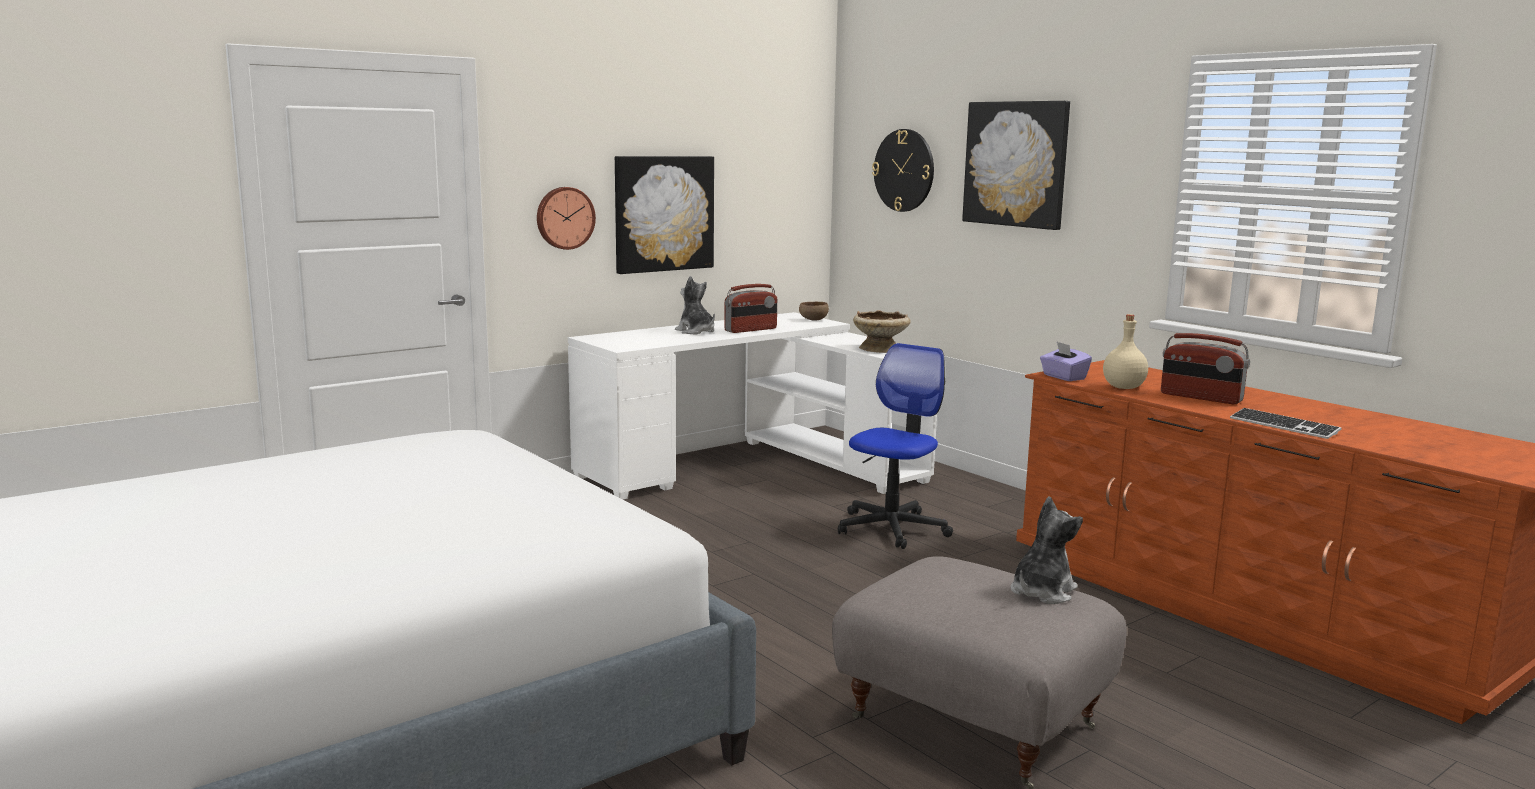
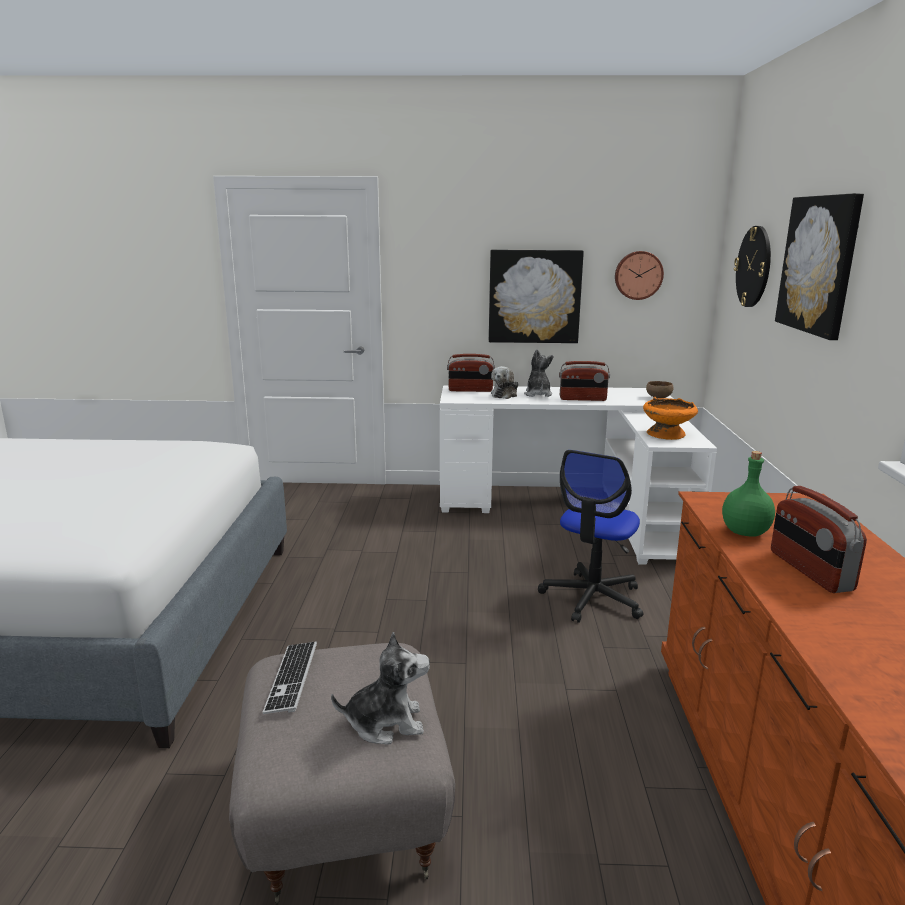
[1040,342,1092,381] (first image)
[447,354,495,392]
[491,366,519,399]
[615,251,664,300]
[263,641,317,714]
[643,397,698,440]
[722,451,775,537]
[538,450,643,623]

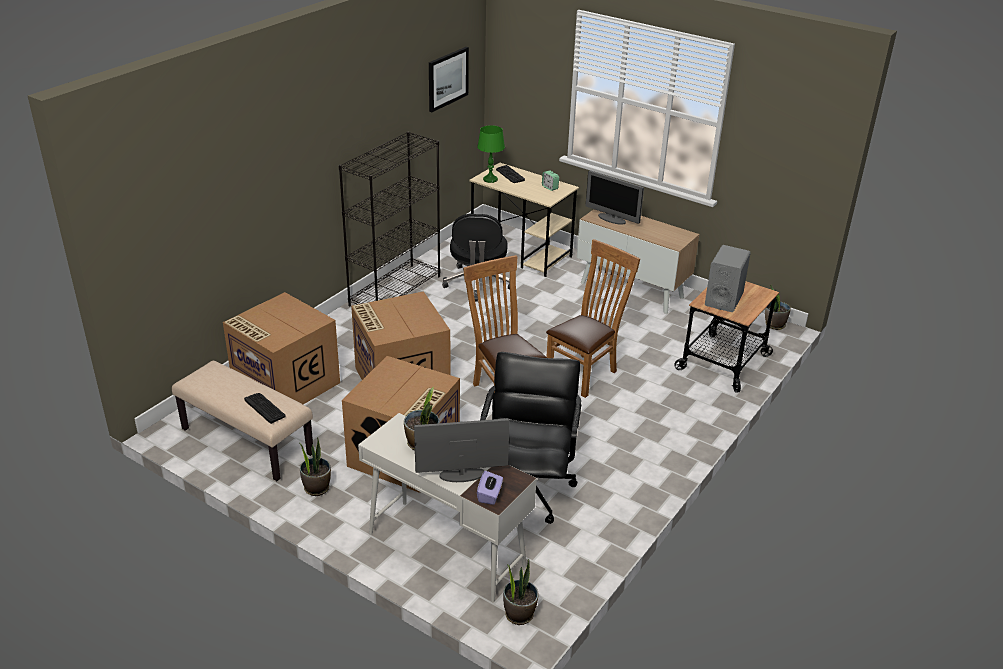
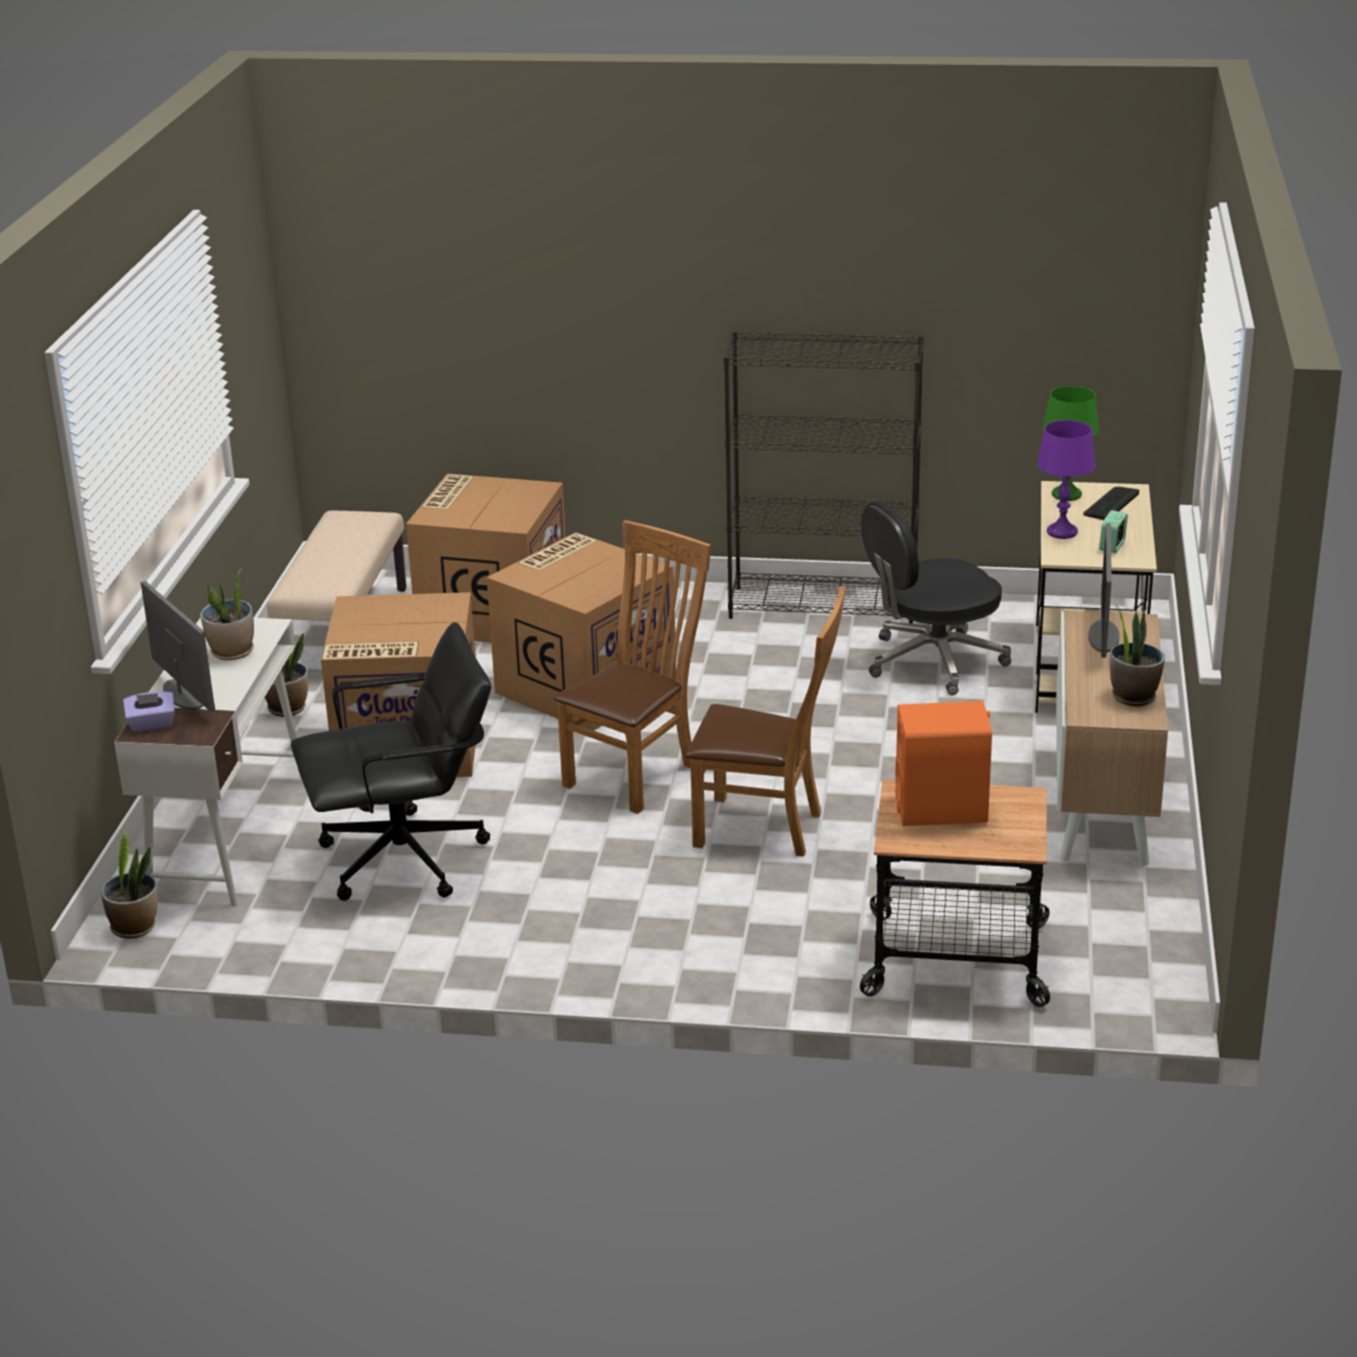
[244,393,286,424] (first image)
[429,47,469,112] (first image)
[1037,420,1096,539]
[1109,601,1165,707]
[895,701,992,826]

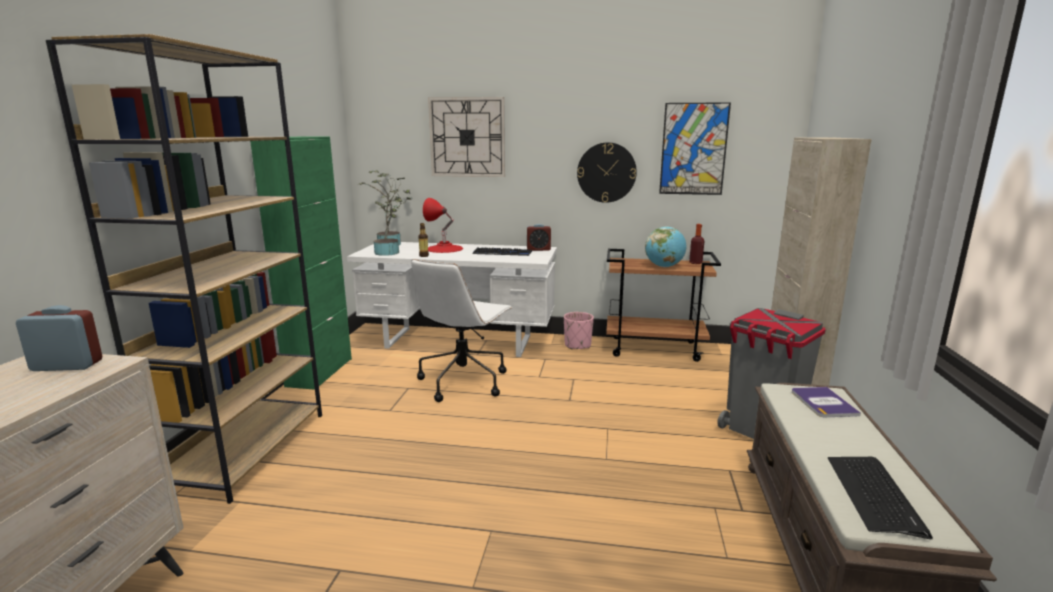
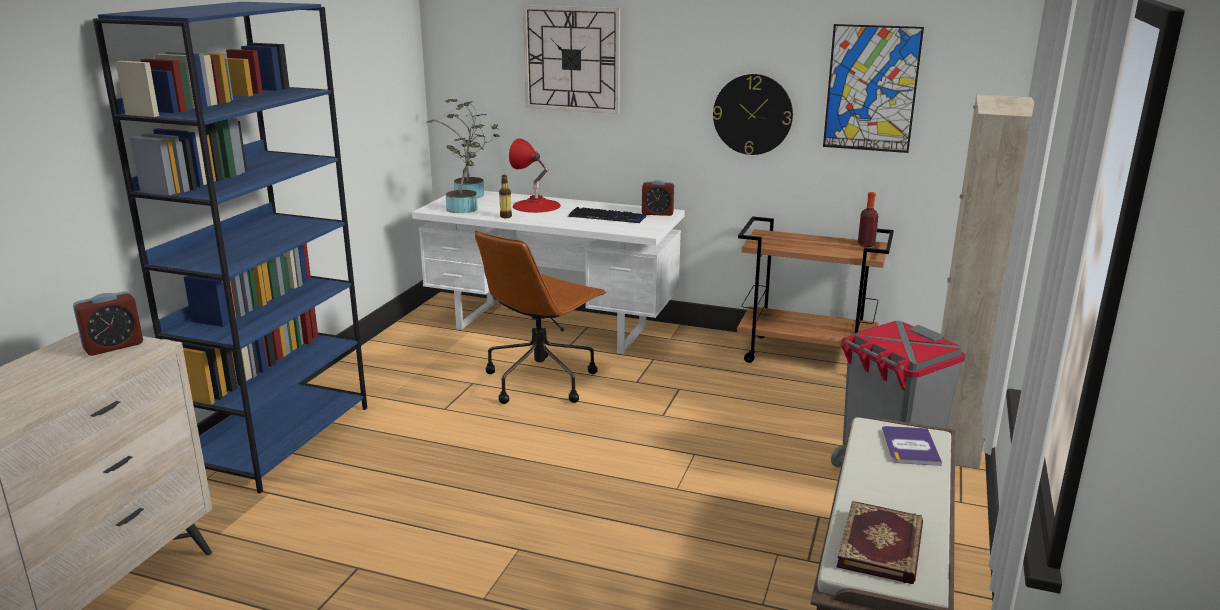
[250,137,352,390] (first image)
[564,312,594,350] (first image)
[645,226,686,267] (first image)
[837,501,923,584]
[93,2,367,494]
[475,230,607,404]
[73,291,143,356]

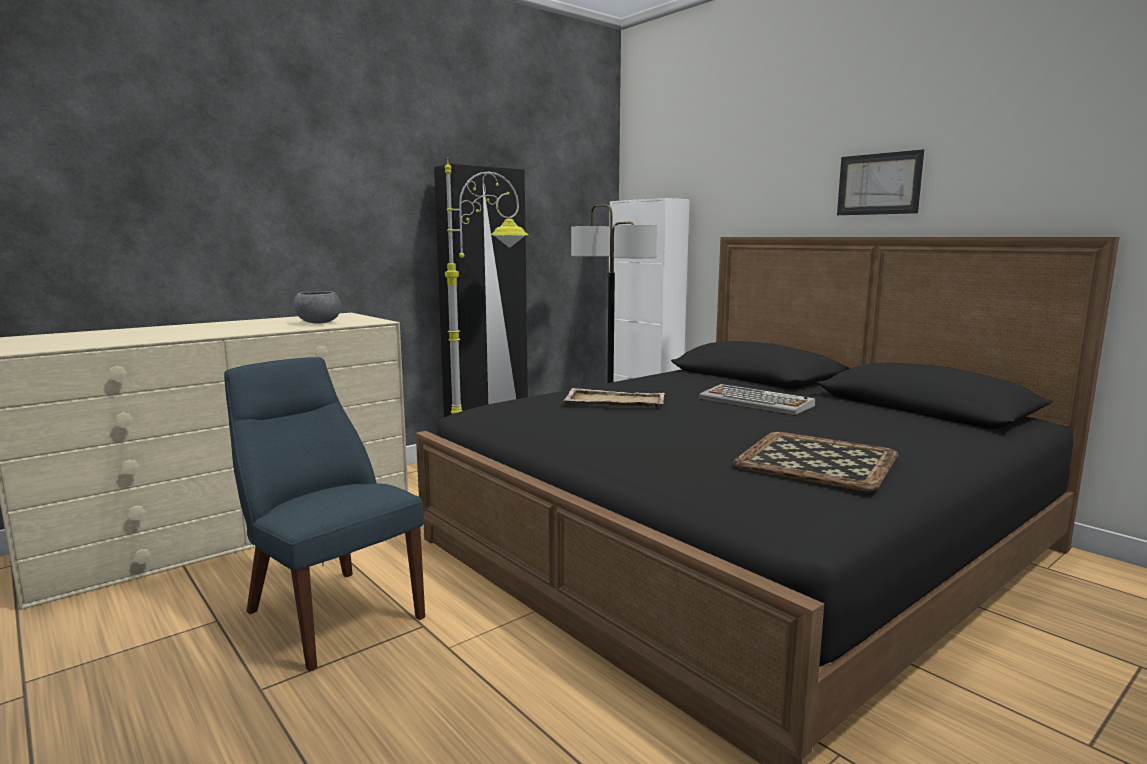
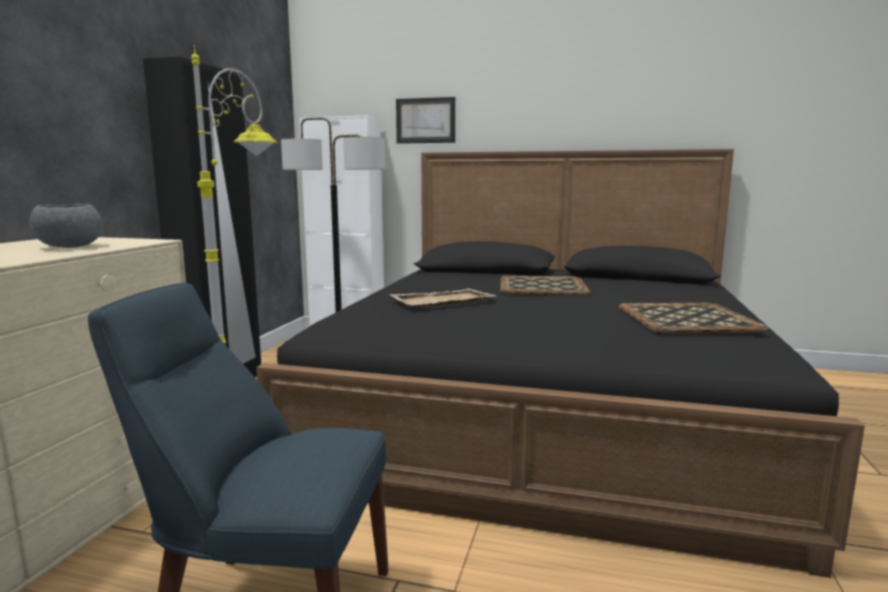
[396,97,455,144]
[500,276,591,296]

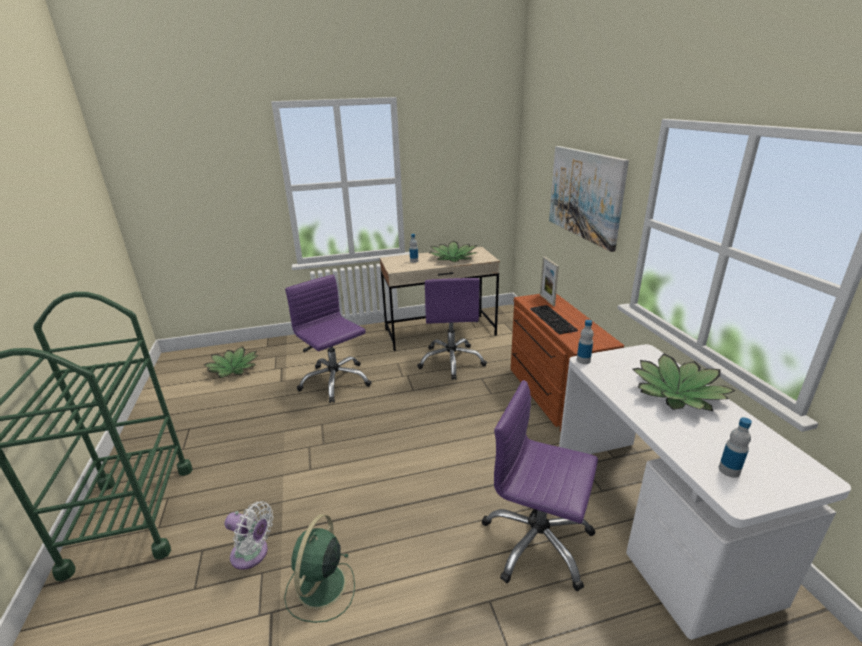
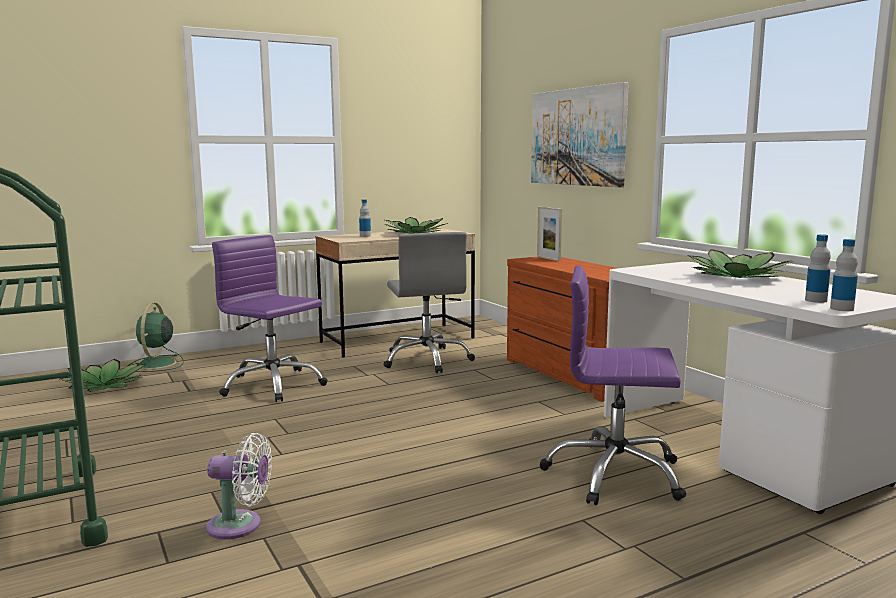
[530,305,578,335] (first image)
[129,303,184,372]
[830,239,858,311]
[384,232,475,373]

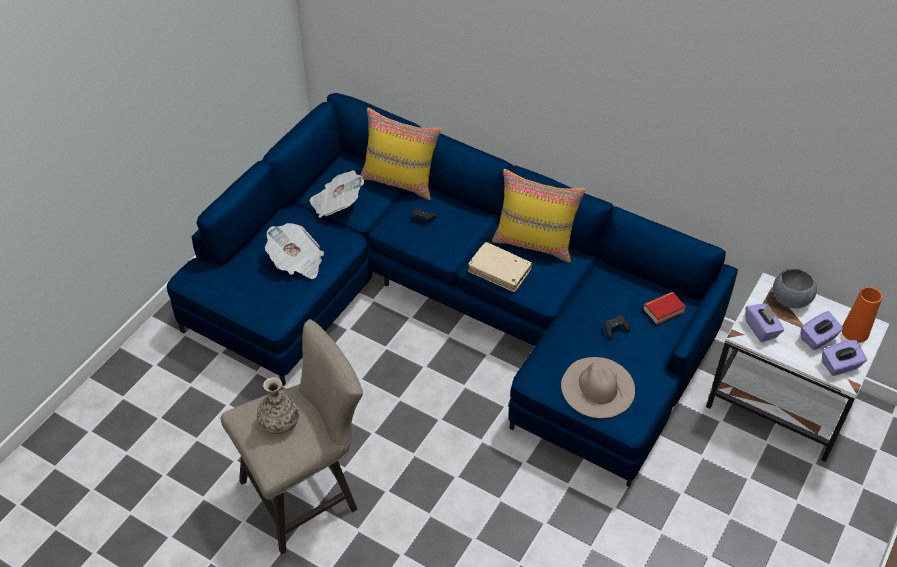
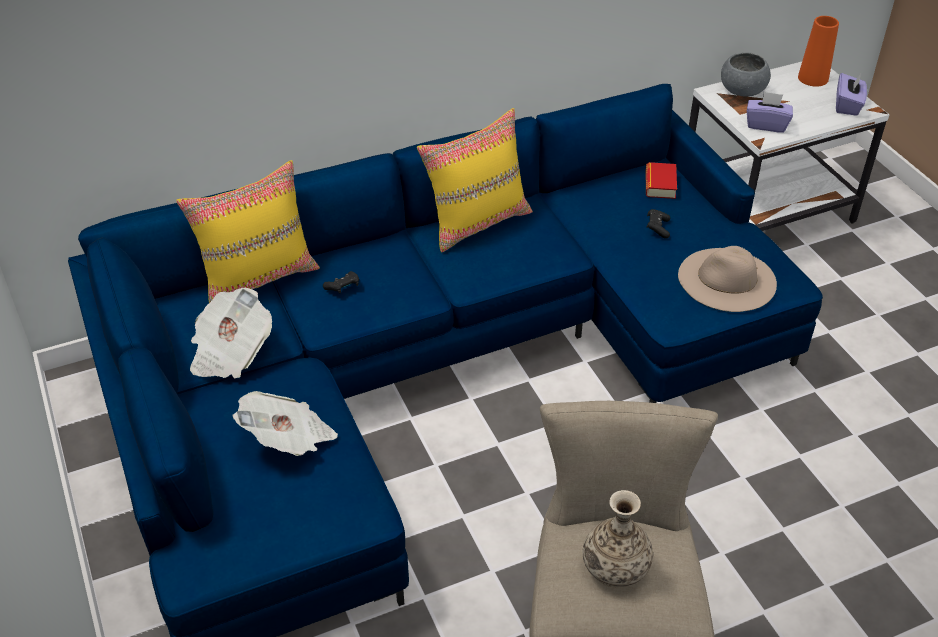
[468,242,532,292] (first image)
[801,311,843,350] (first image)

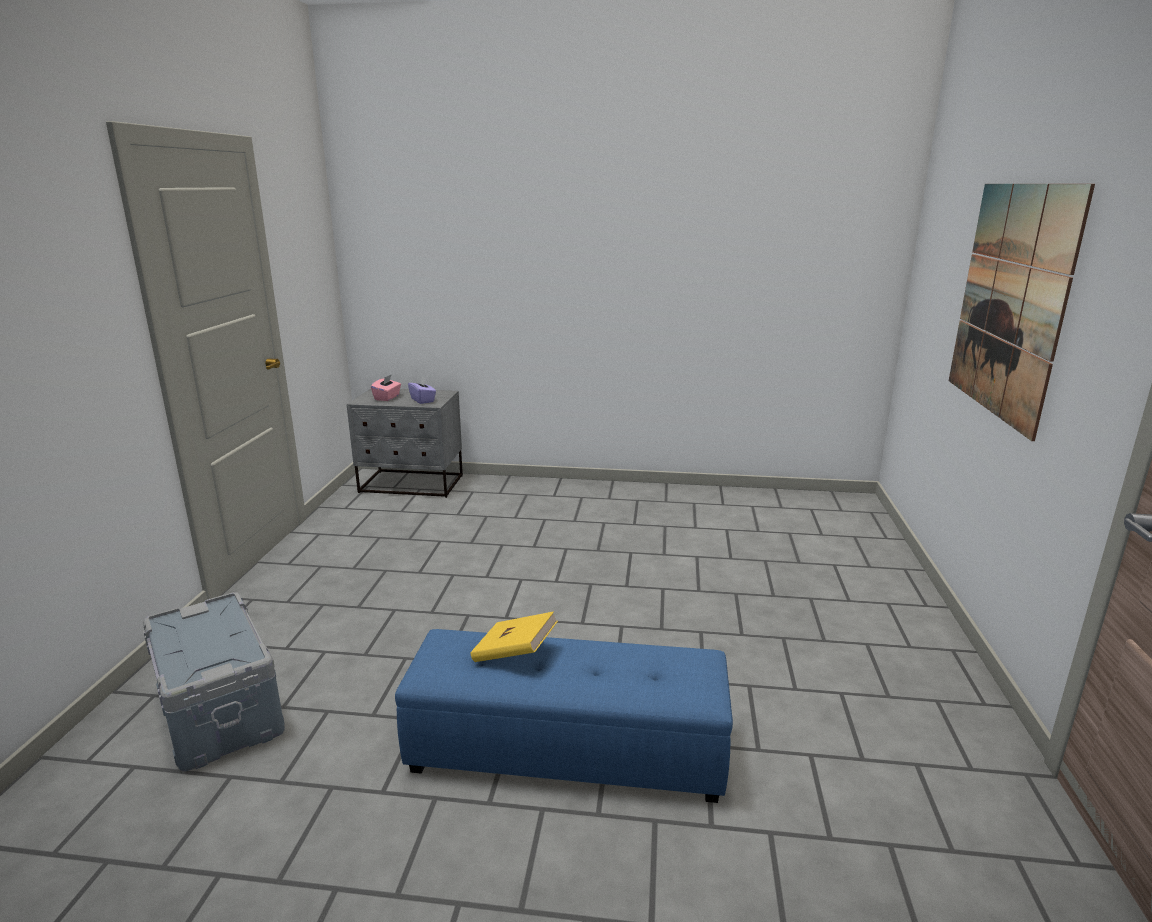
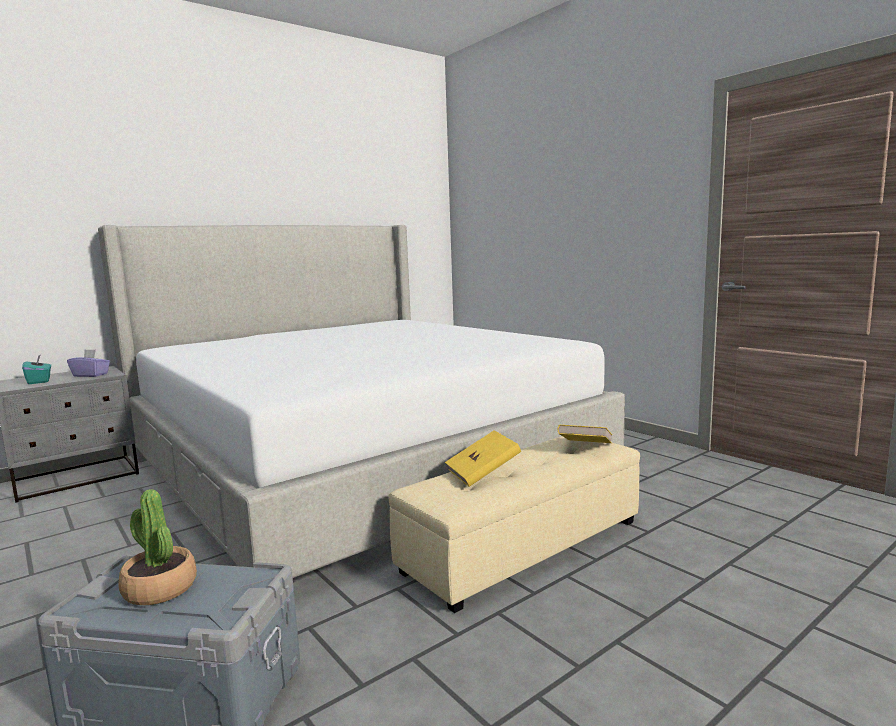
[949,184,1095,441] (first image)
[98,225,625,578]
[119,489,197,605]
[557,425,612,443]
[22,354,51,384]
[388,436,640,613]

